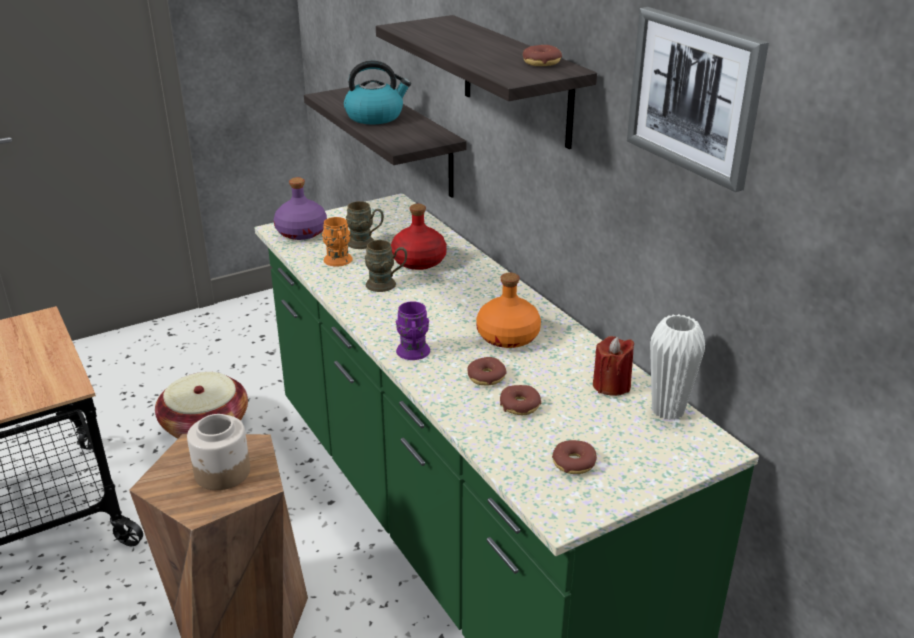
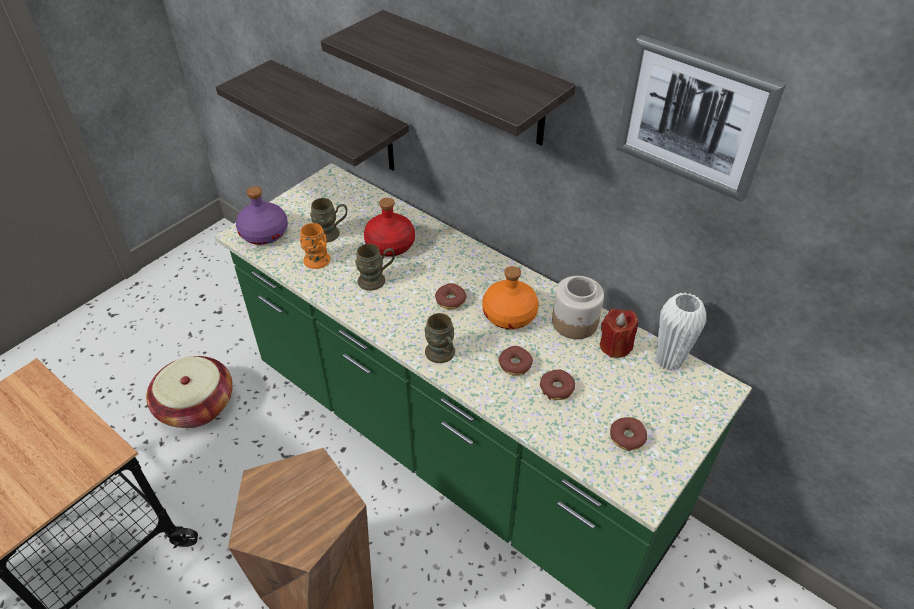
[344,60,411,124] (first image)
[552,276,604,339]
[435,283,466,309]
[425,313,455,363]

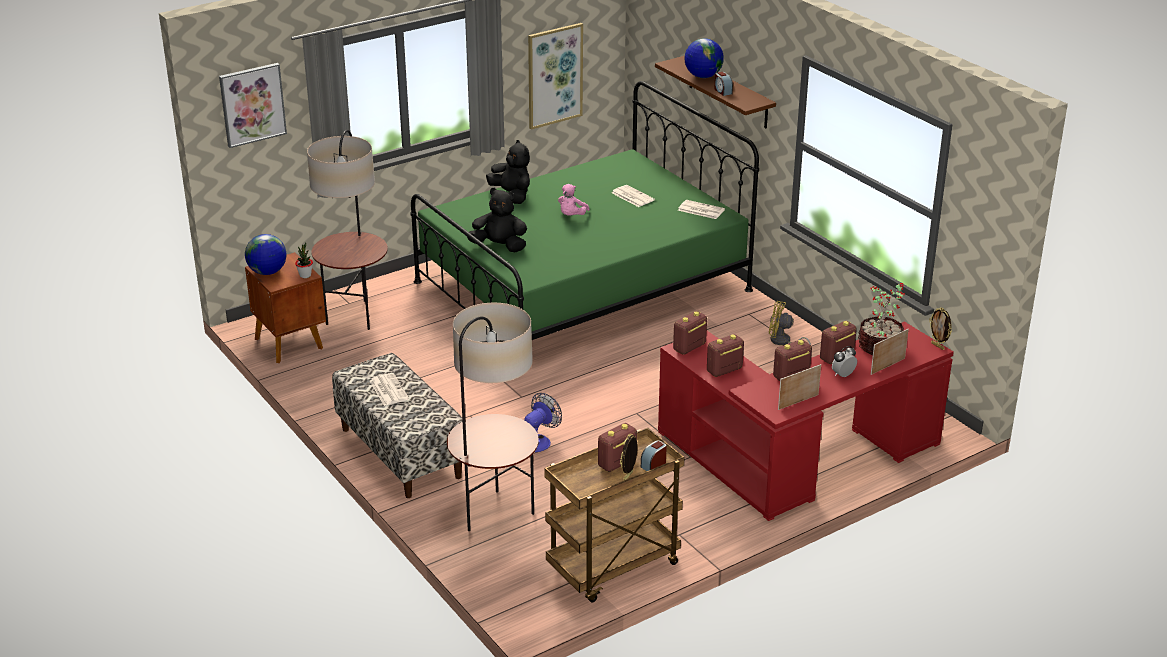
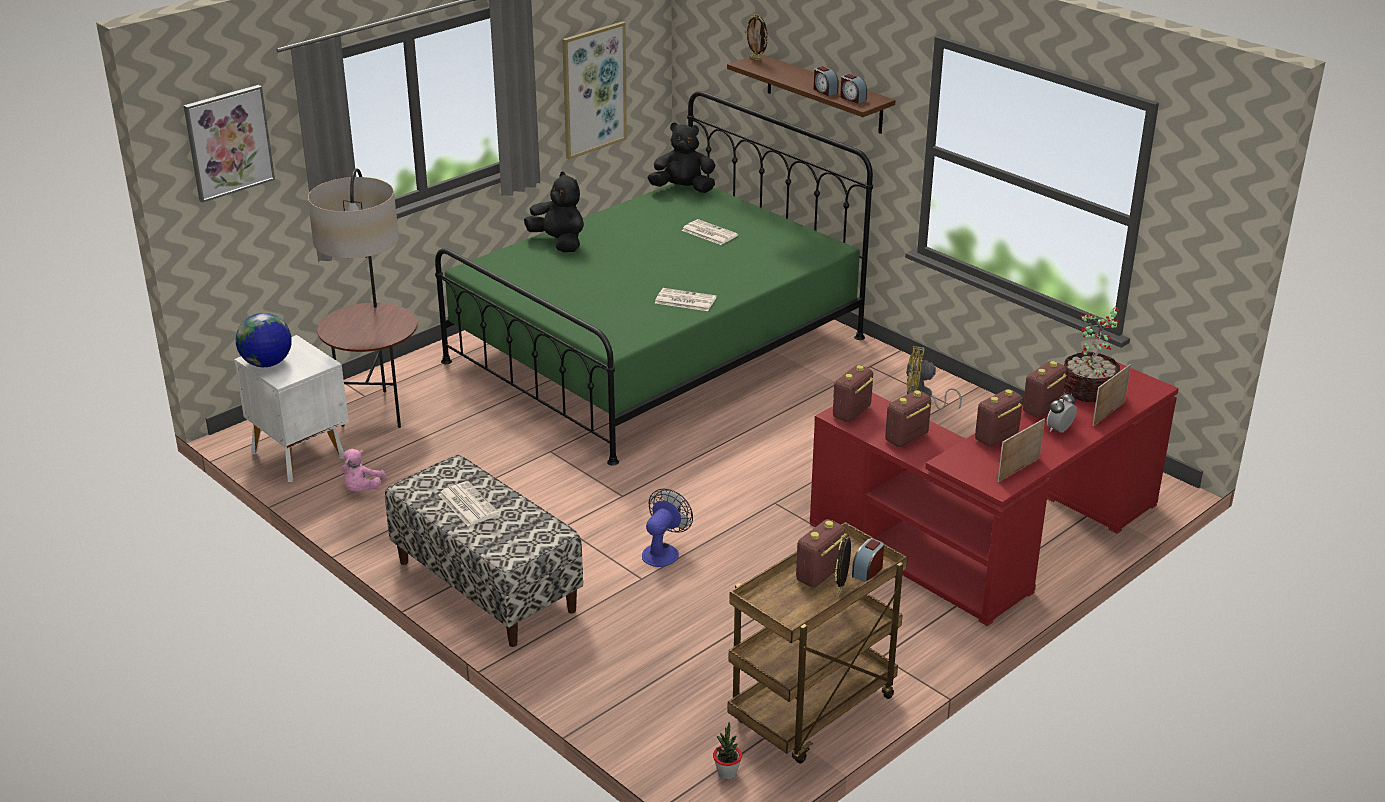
[447,302,539,531] (first image)
[684,38,724,78] (first image)
[840,74,867,104]
[713,722,742,780]
[648,122,715,193]
[341,449,387,492]
[655,288,716,311]
[745,14,768,62]
[234,335,349,482]

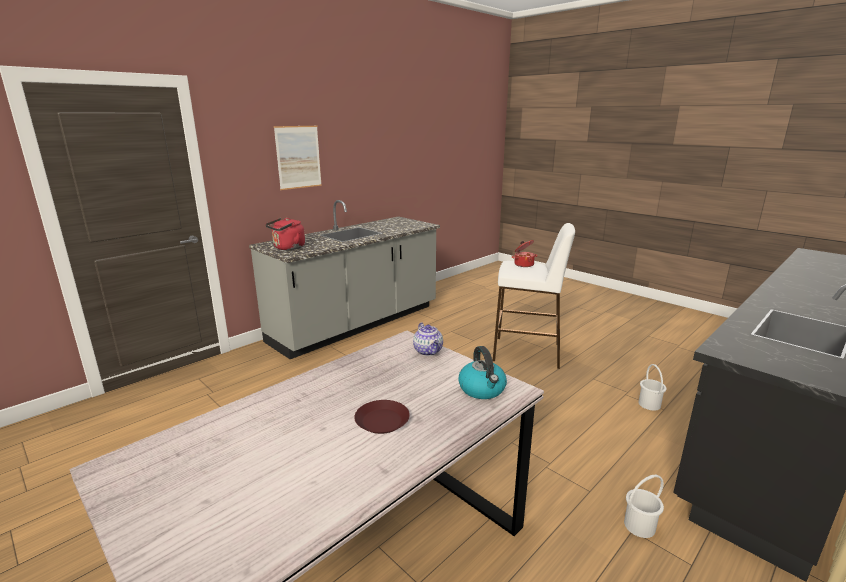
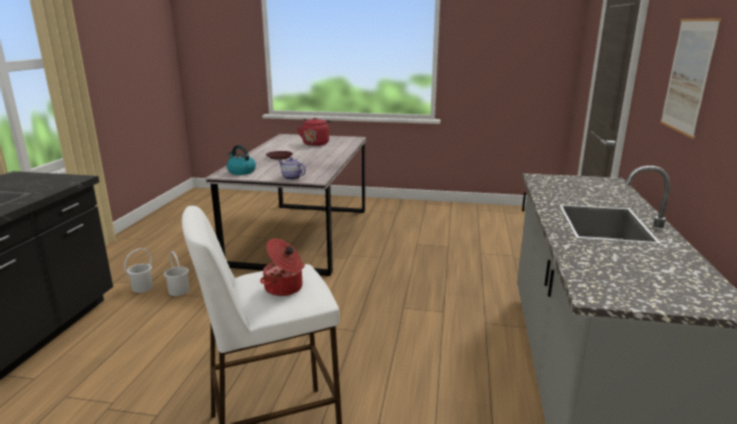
[297,118,332,146]
[164,251,190,296]

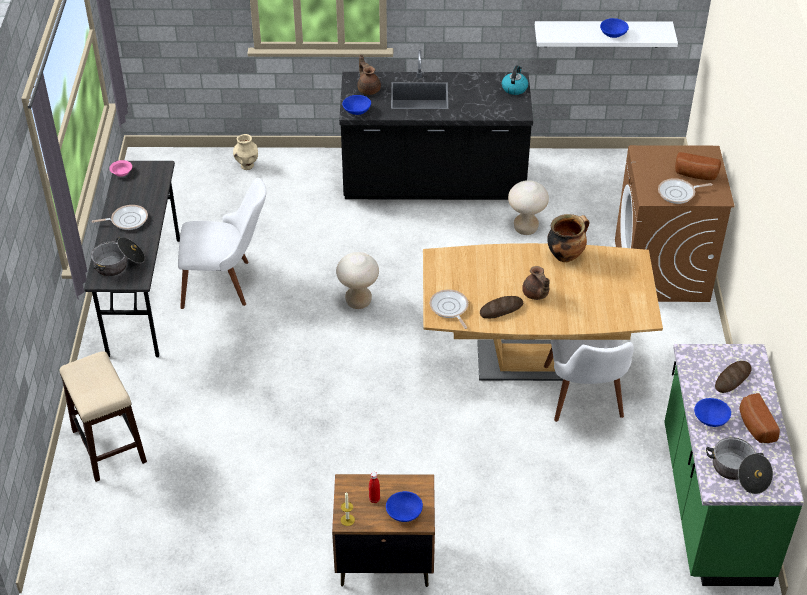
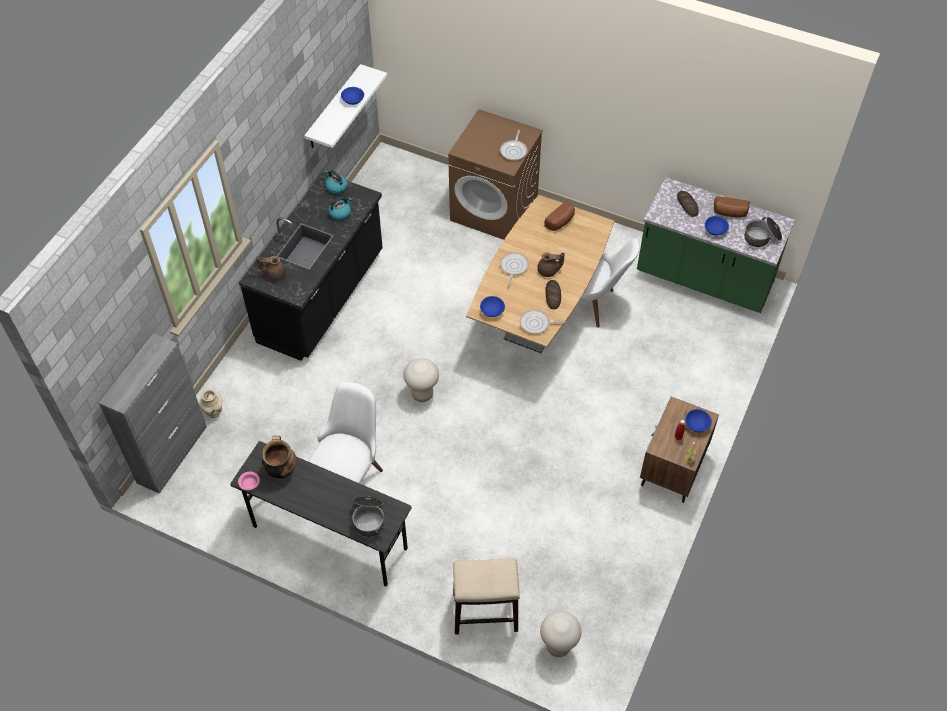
[99,333,207,494]
[328,197,352,220]
[500,252,529,286]
[480,296,505,317]
[540,611,581,657]
[262,436,296,479]
[544,201,575,231]

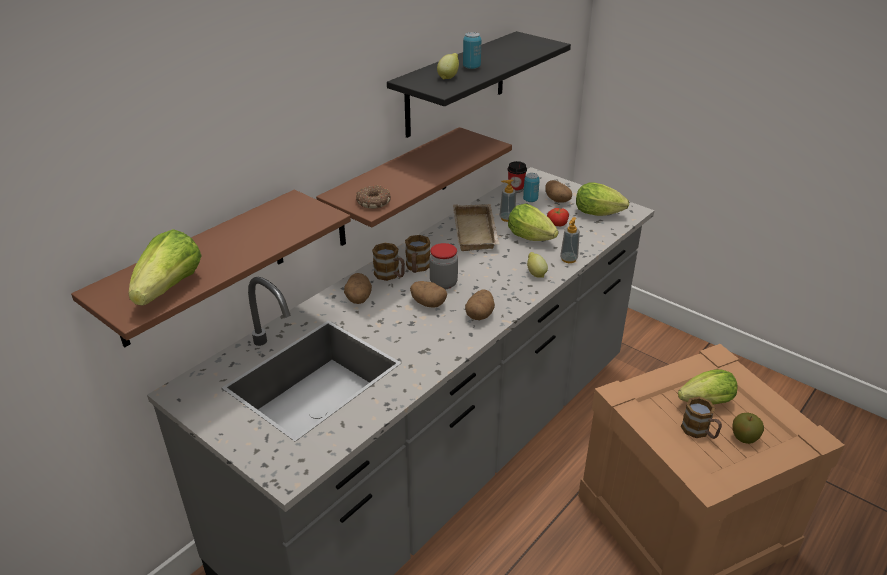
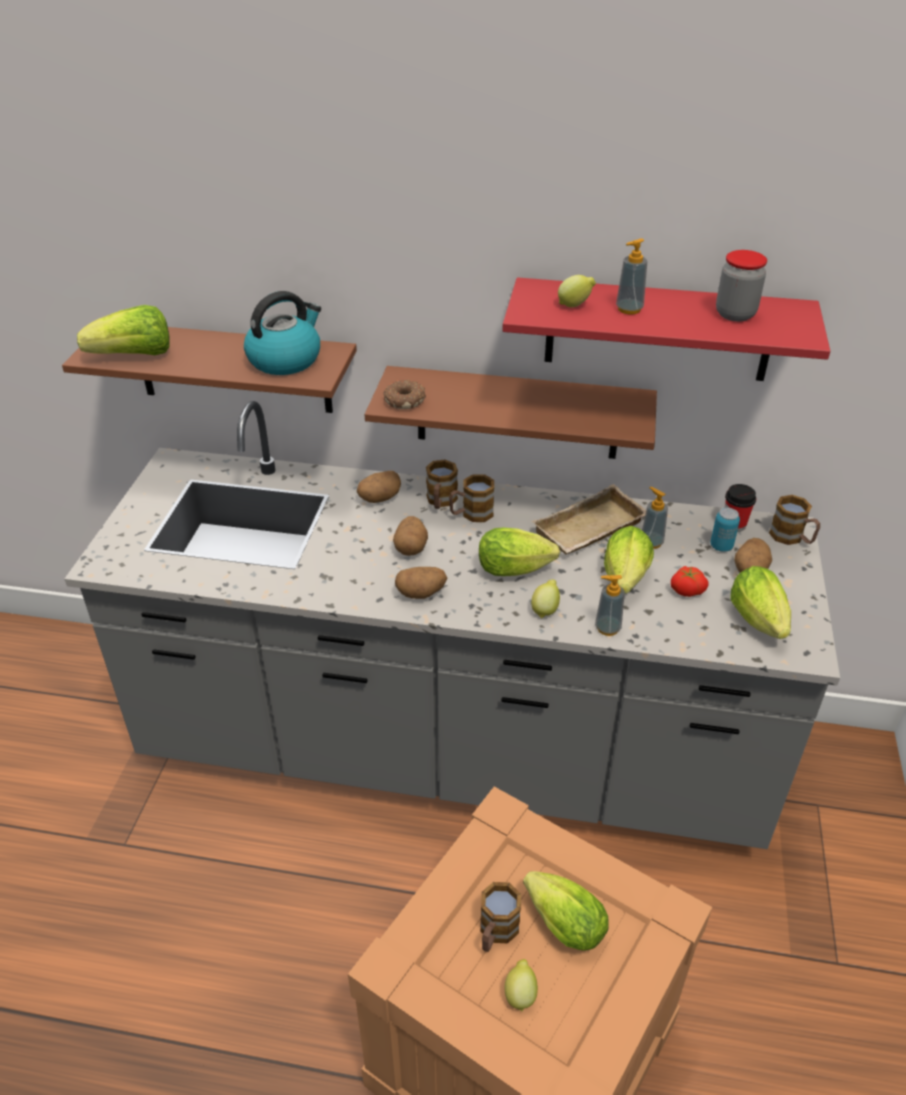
[244,291,321,375]
[479,528,560,576]
[769,495,820,545]
[716,250,767,321]
[616,238,647,314]
[504,959,538,1012]
[502,277,830,381]

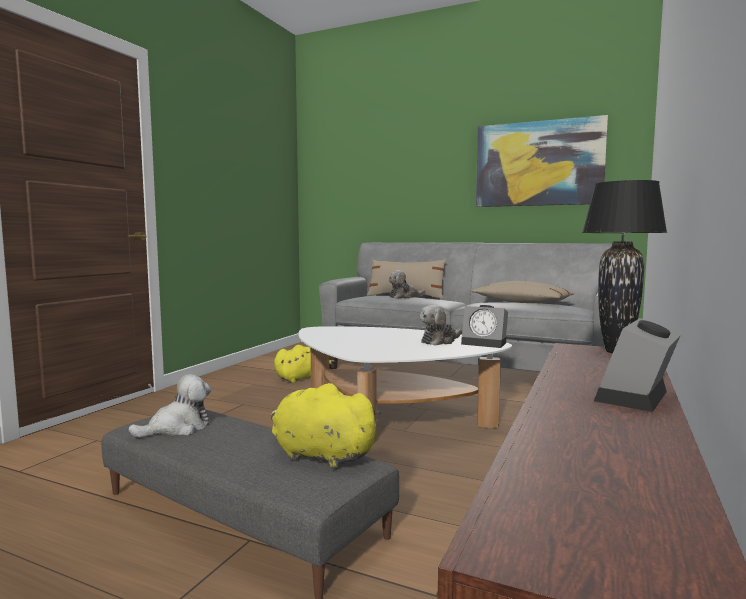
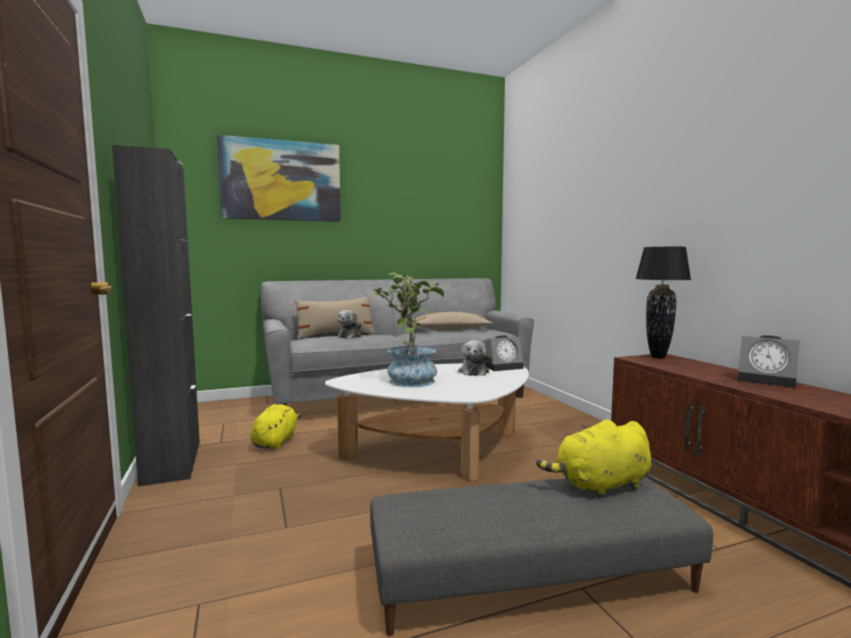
[128,374,211,437] (first image)
[112,145,200,486]
[365,273,446,387]
[217,135,341,222]
[737,335,800,388]

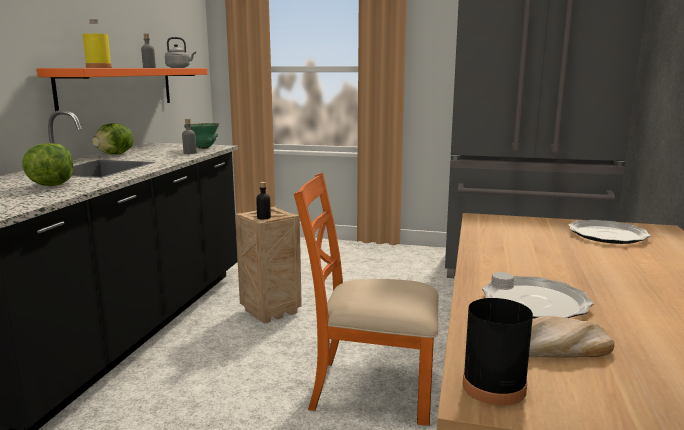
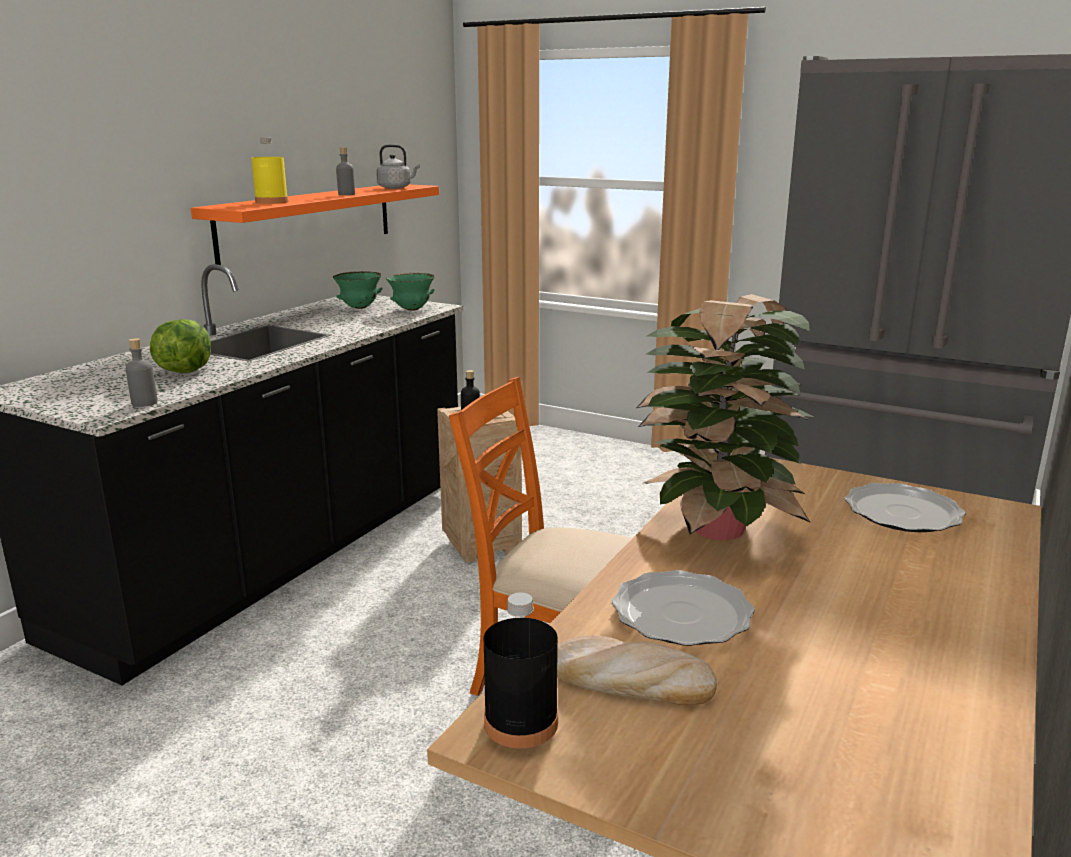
[92,123,134,154] (first image)
[333,271,383,309]
[636,294,814,540]
[126,338,158,407]

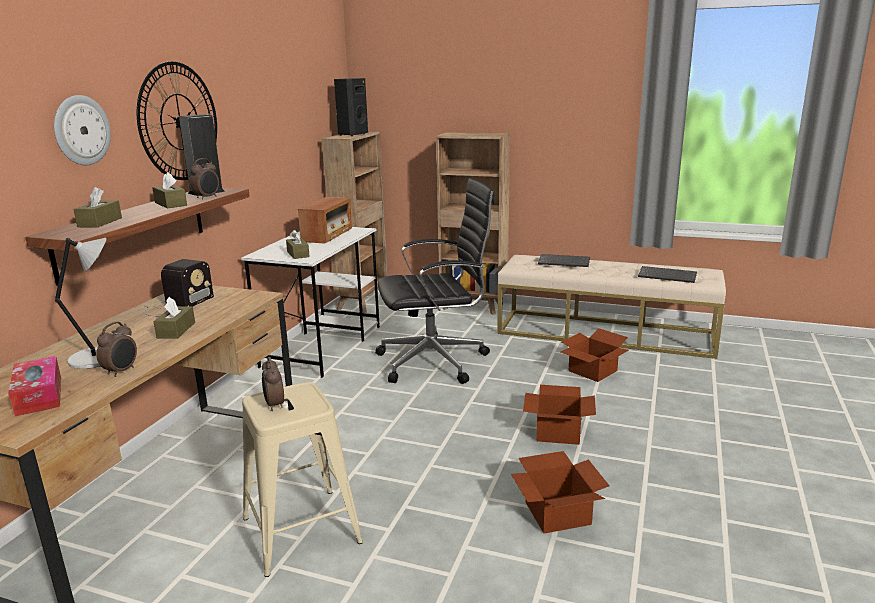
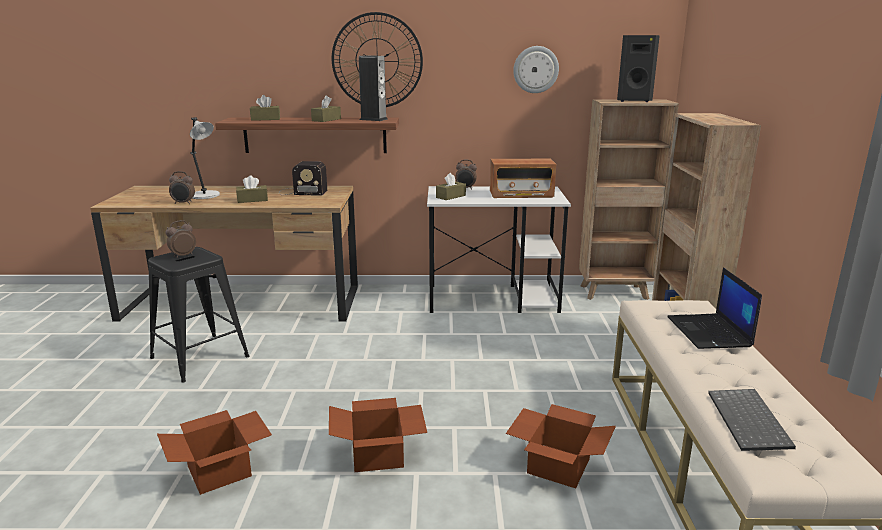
[8,356,61,416] (first image)
[375,178,495,384] (first image)
[513,46,559,93]
[455,160,477,190]
[667,267,762,349]
[148,247,249,383]

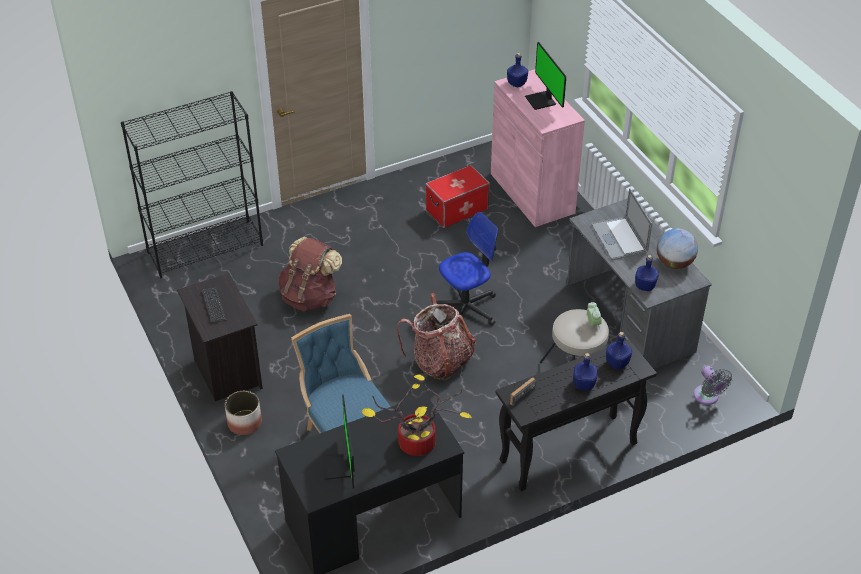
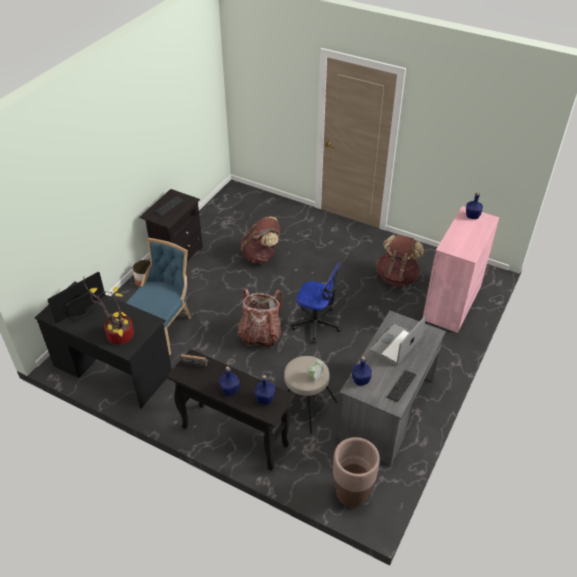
[121,91,263,279] (first image)
[525,42,566,110] (first image)
[376,235,424,287]
[387,370,417,402]
[333,437,380,507]

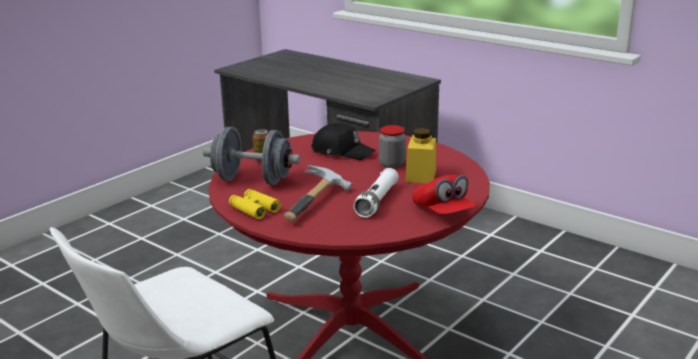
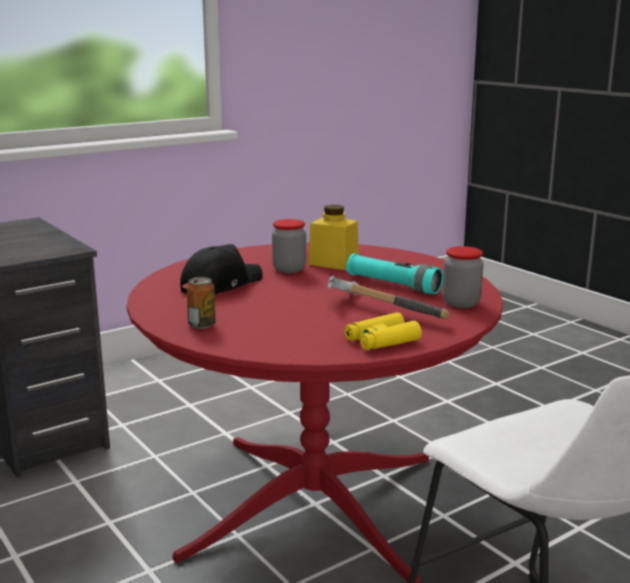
[203,127,301,185] (first image)
[412,175,477,214] (first image)
[443,246,484,308]
[346,253,443,294]

